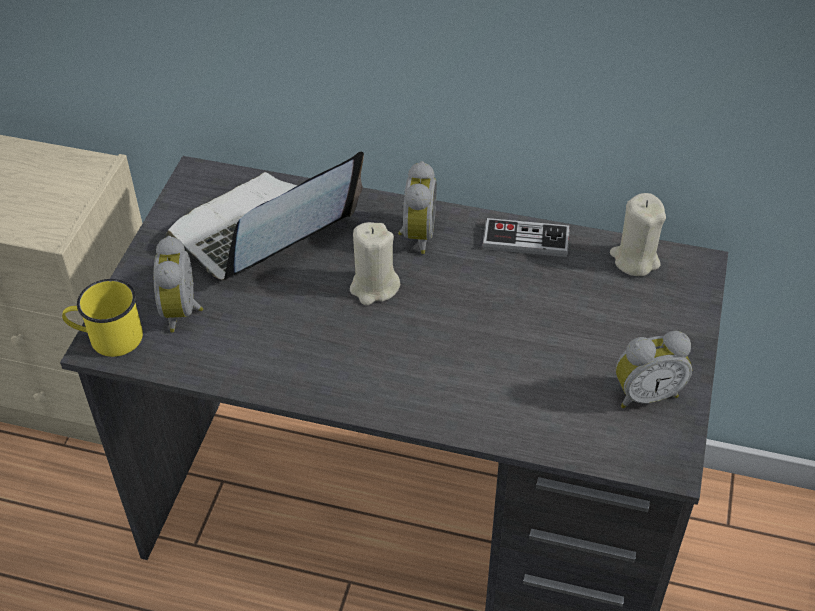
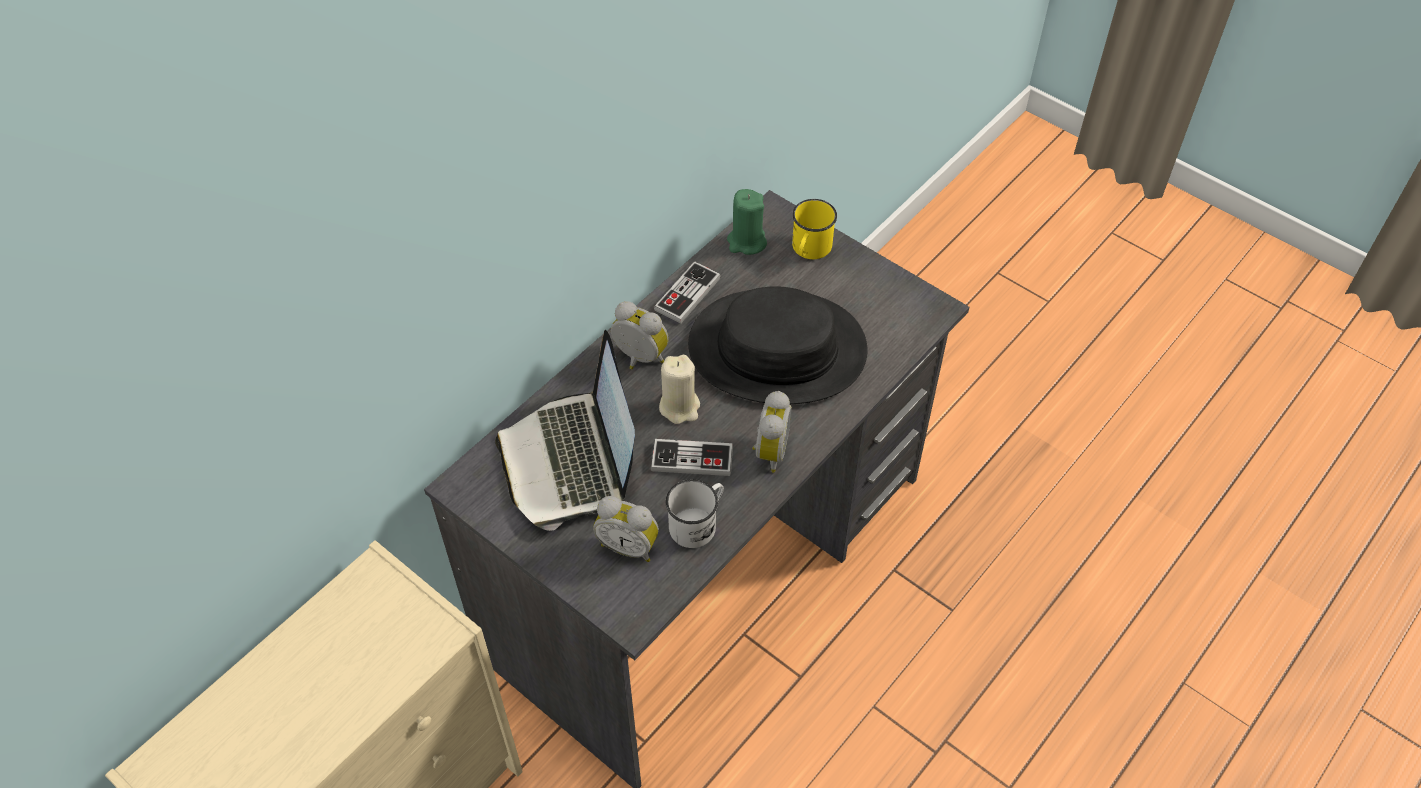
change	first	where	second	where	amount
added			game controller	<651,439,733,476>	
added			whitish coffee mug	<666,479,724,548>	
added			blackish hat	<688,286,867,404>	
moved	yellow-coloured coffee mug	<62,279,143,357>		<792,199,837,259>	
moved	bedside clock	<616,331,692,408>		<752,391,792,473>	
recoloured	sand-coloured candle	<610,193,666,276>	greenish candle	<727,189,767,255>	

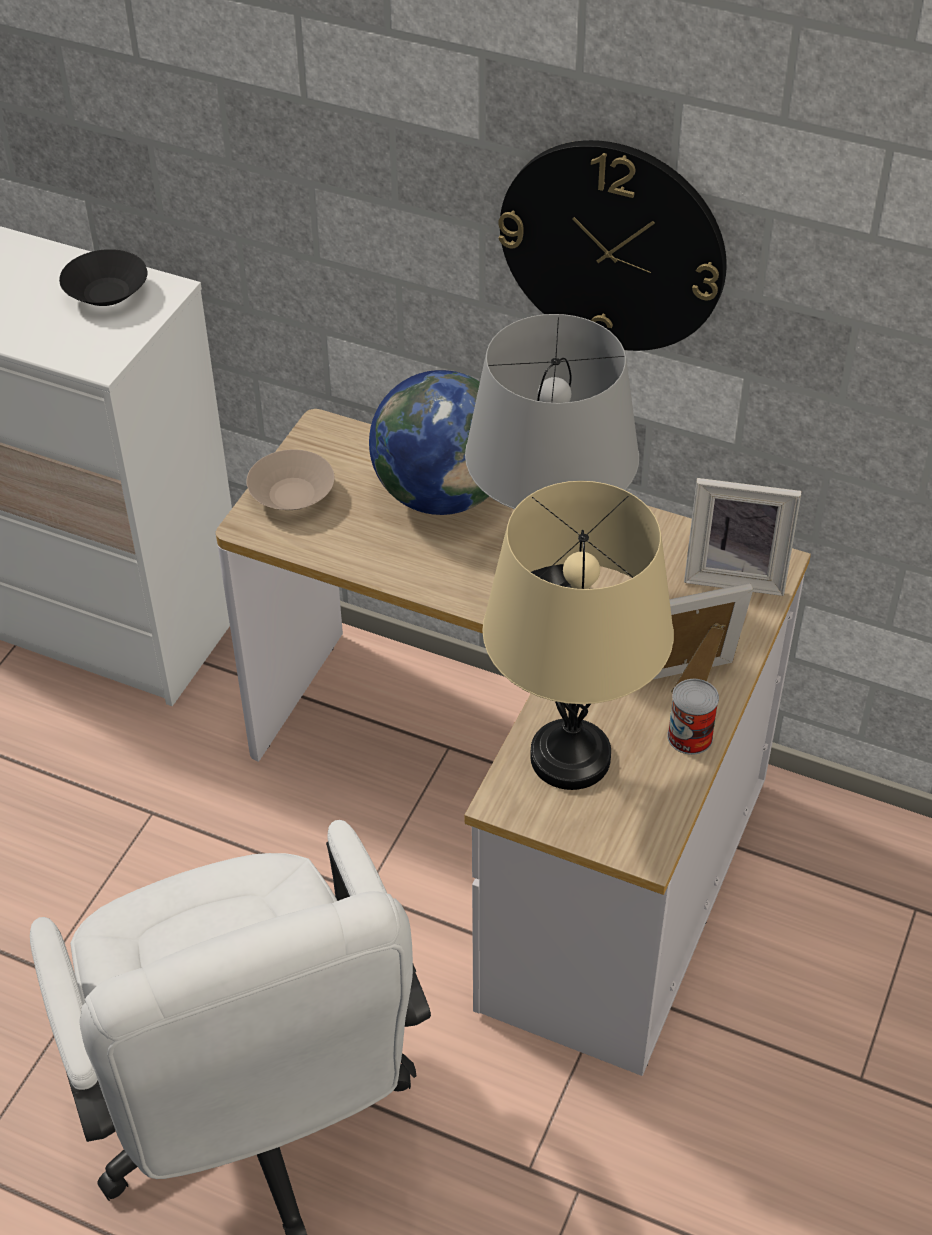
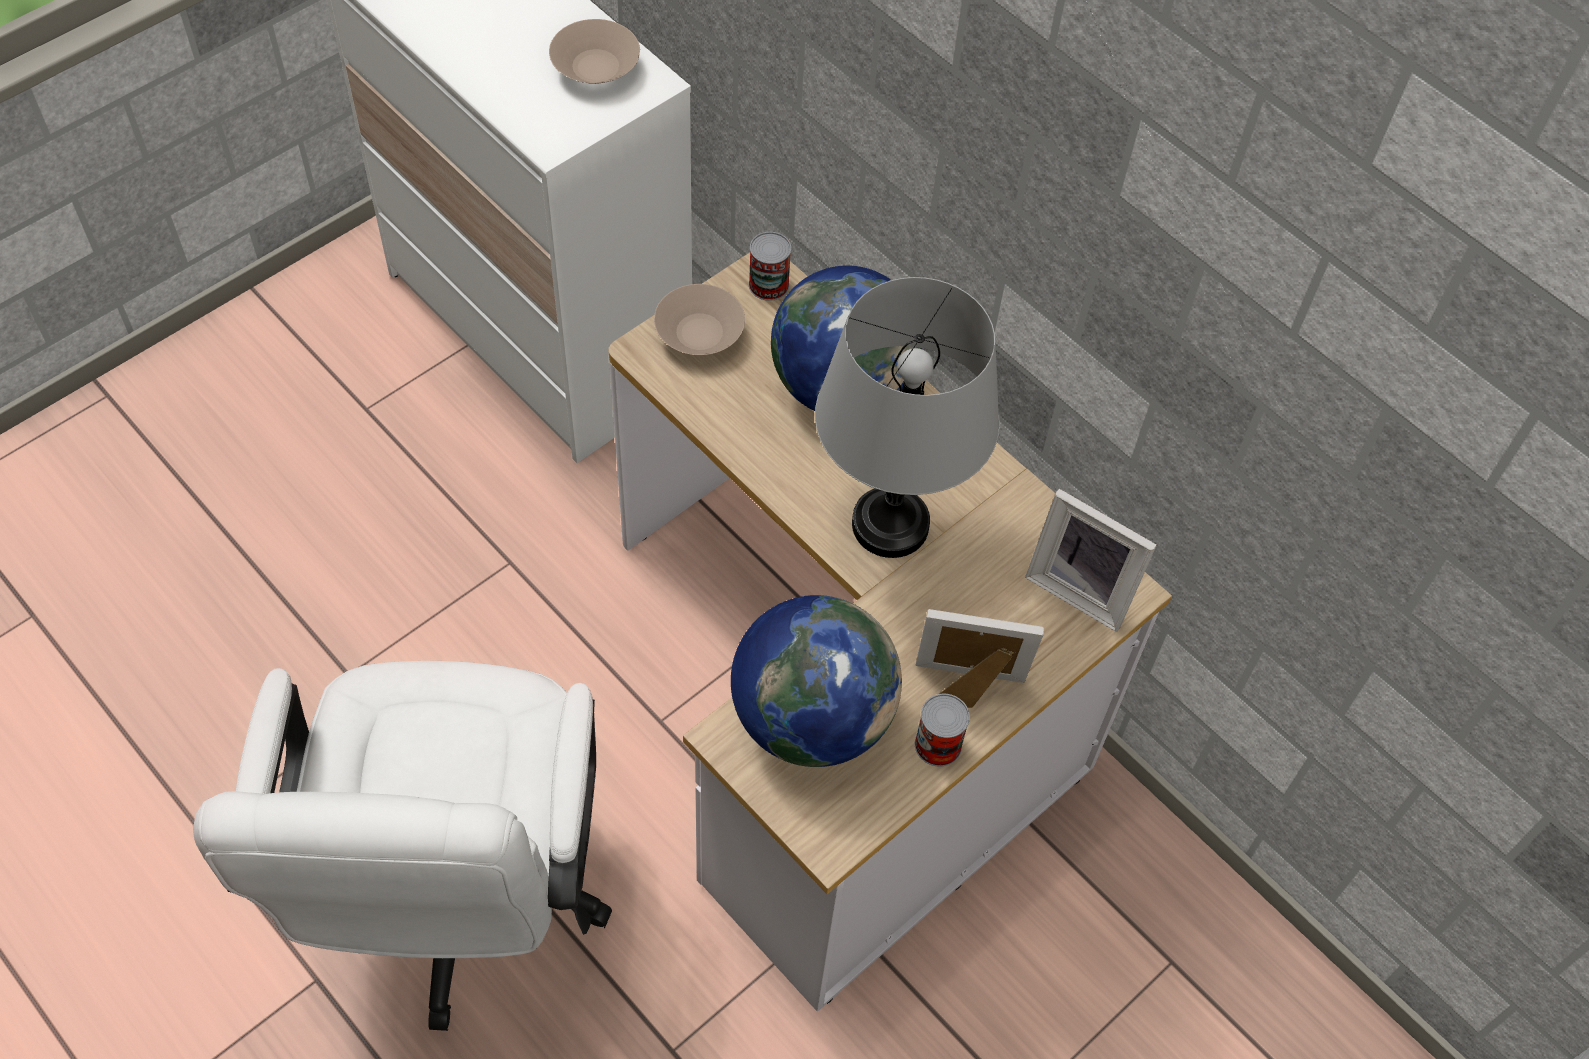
change	first	where	second	where	amount
removed	clock on the wall	<498,140,727,351>			
added			sealed can	<749,232,791,301>	
replaced	sand-coloured tabletop lamp	<482,481,674,790>	world globe	<731,595,902,767>	
recoloured	blackish deep dish	<59,249,148,306>	sand-coloured deep dish	<549,19,640,84>	

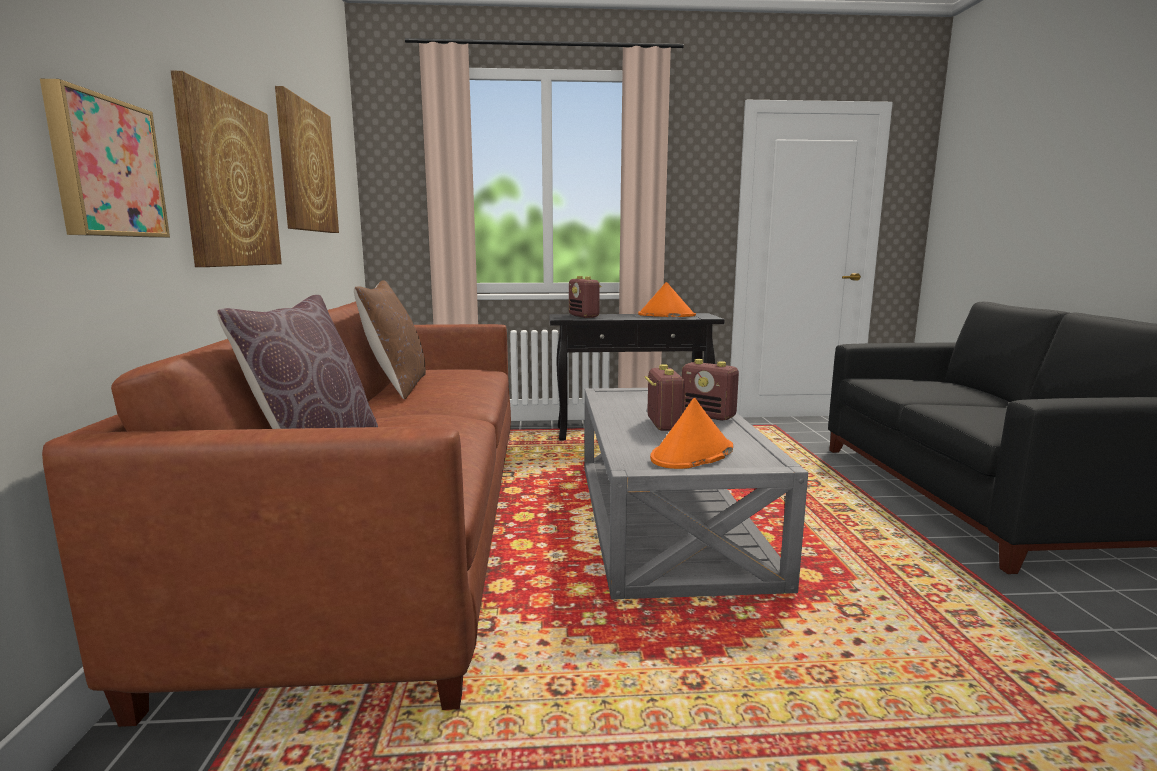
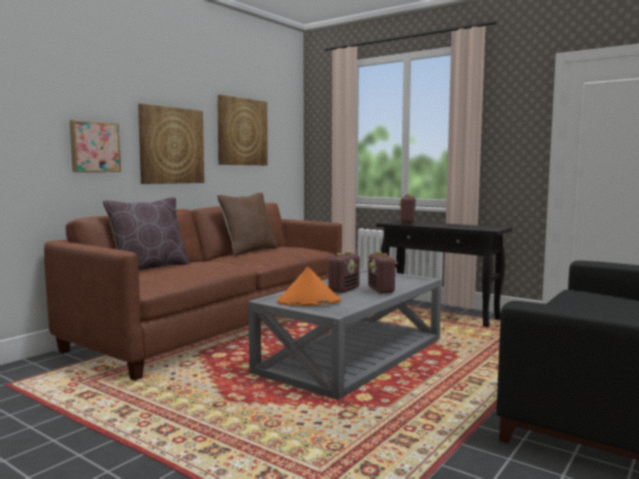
change	first	where	second	where	amount
removed	orange hat	<638,282,696,317>			

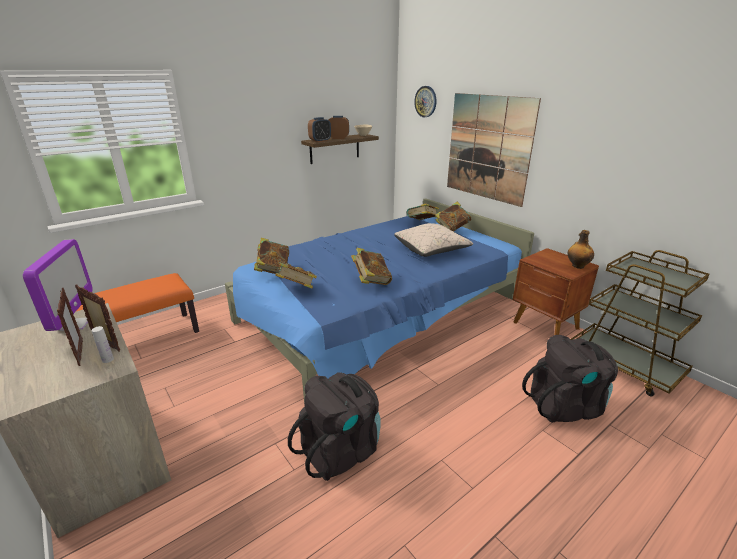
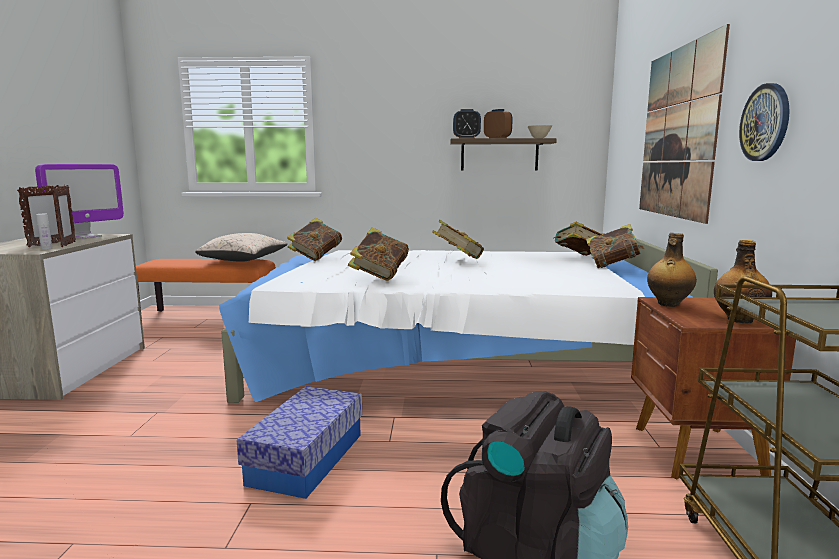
change	first	where	second	where	amount
removed	blackish knapsack	<288,373,381,481>			
added			storage box	<237,386,362,499>	
added			bottle	<647,233,697,307>	
moved	bound book	<275,263,317,289>		<432,220,484,259>	
moved	sand-coloured throw pillow	<394,223,473,257>		<195,233,288,262>	
moved	clock on the wall	<414,86,437,117>		<739,83,790,161>	
recoloured	bluish bedroom bed	<225,198,534,400>	whitish bedroom bed	<219,238,718,403>	

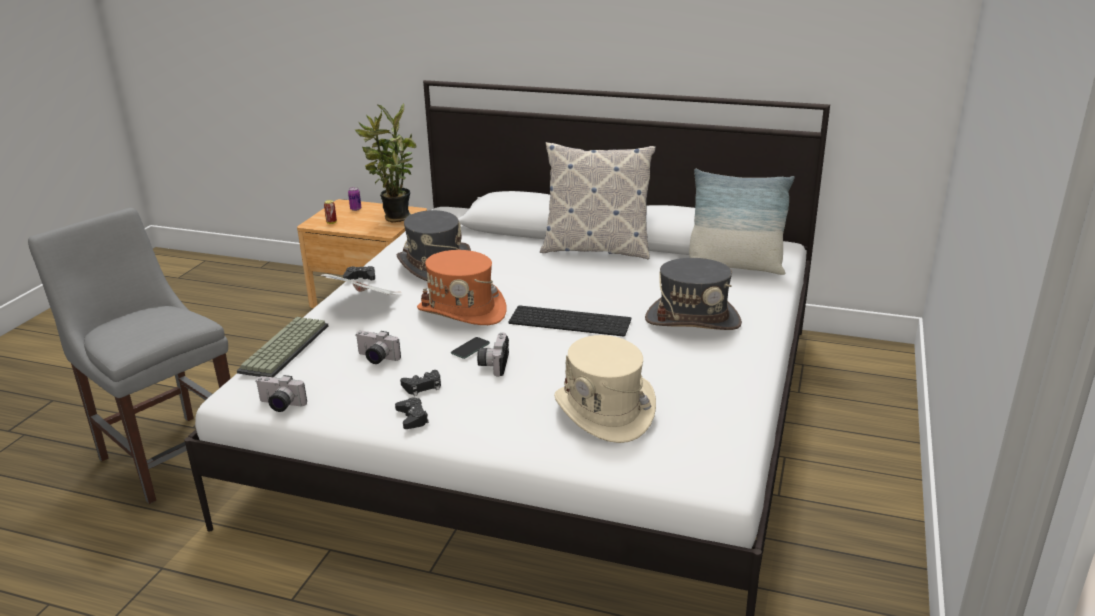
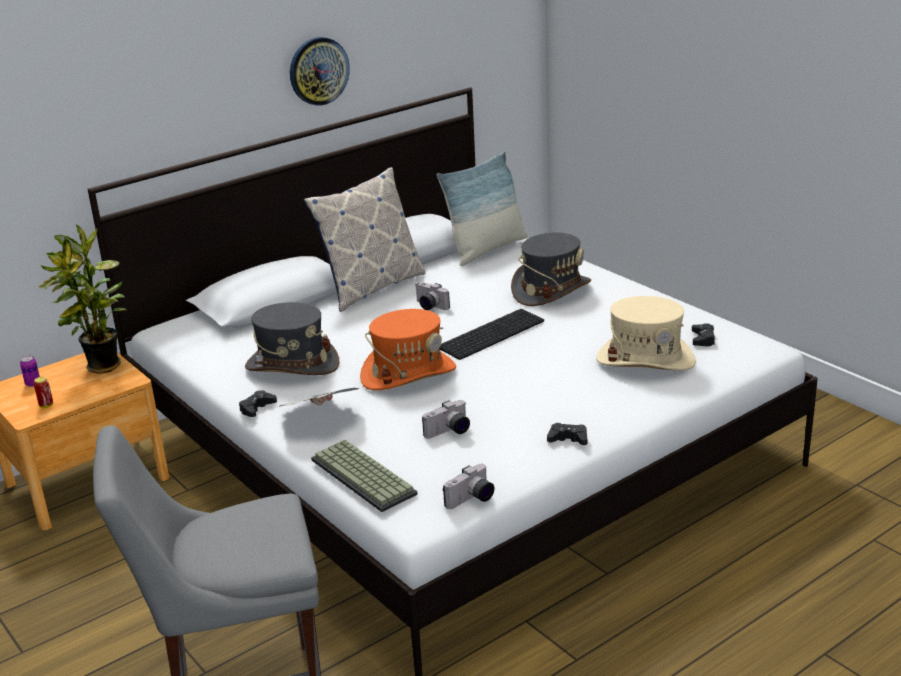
change	first	where	second	where	amount
removed	phone	<451,337,490,359>			
added			clock on the wall	<290,37,350,105>	
moved	blackish game controller	<400,370,441,396>		<692,323,715,346>	
moved	still camera	<477,333,509,376>		<416,281,450,310>	

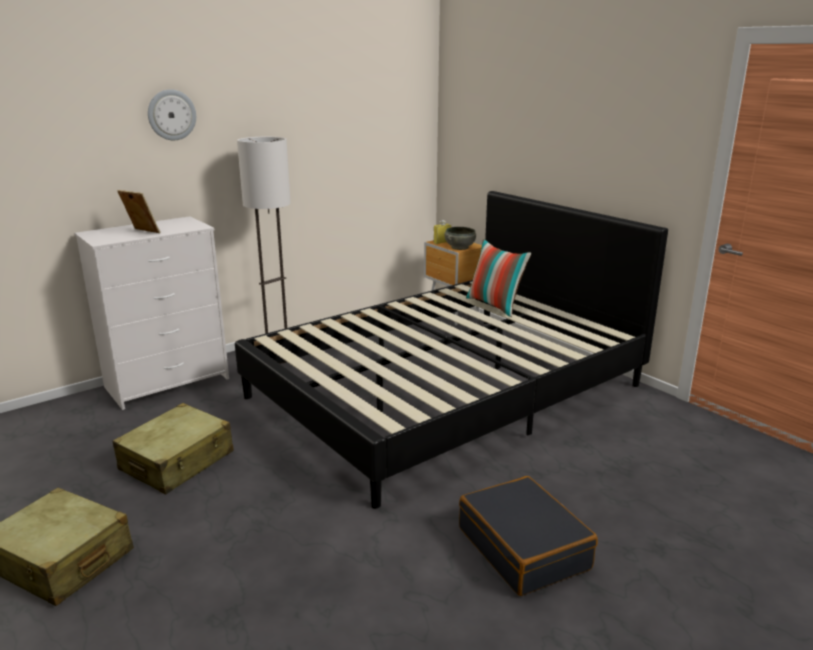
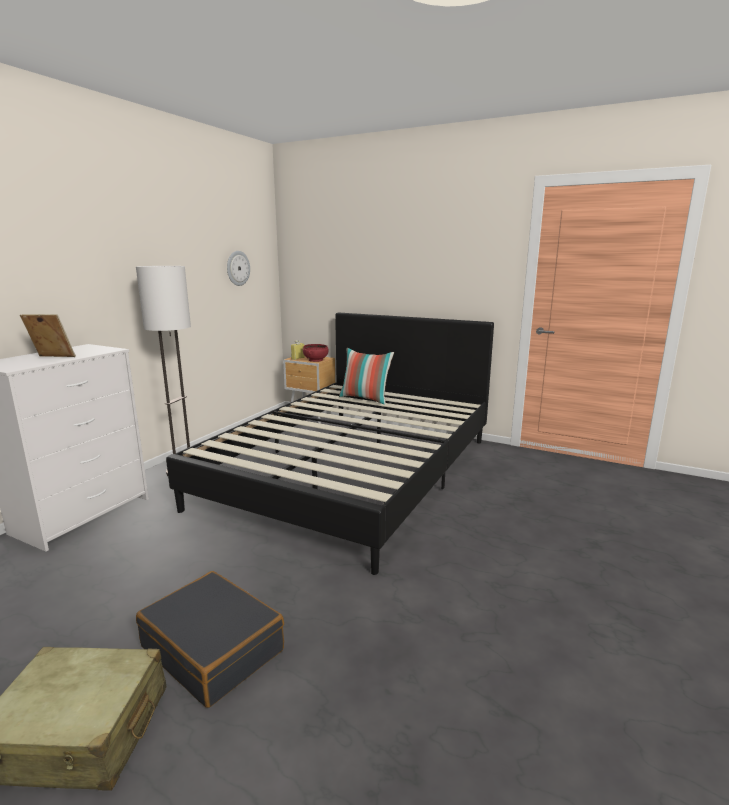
change	first	where	second	where	amount
removed	sand-coloured travel case	<112,403,234,494>			
moved	clock on the wall	<148,89,196,140>		<227,251,250,286>	
moved	blackish travel case	<459,476,598,596>		<136,571,284,708>	
recoloured	gray deep dish	<444,227,476,250>	red-coloured deep dish	<303,344,329,362>	

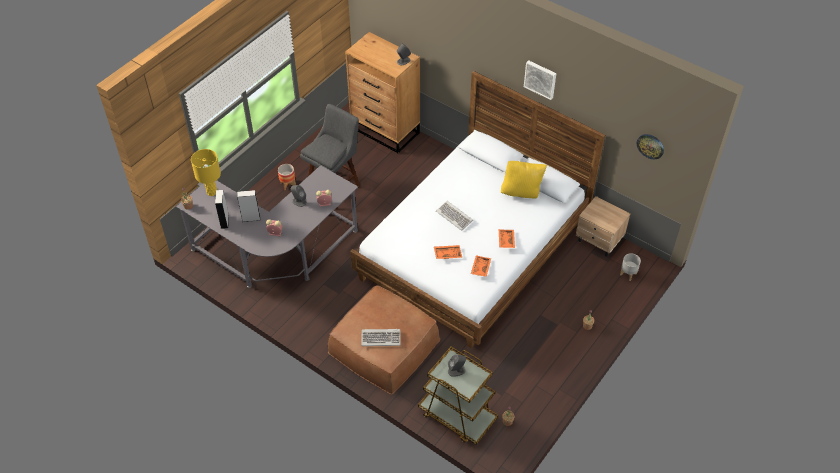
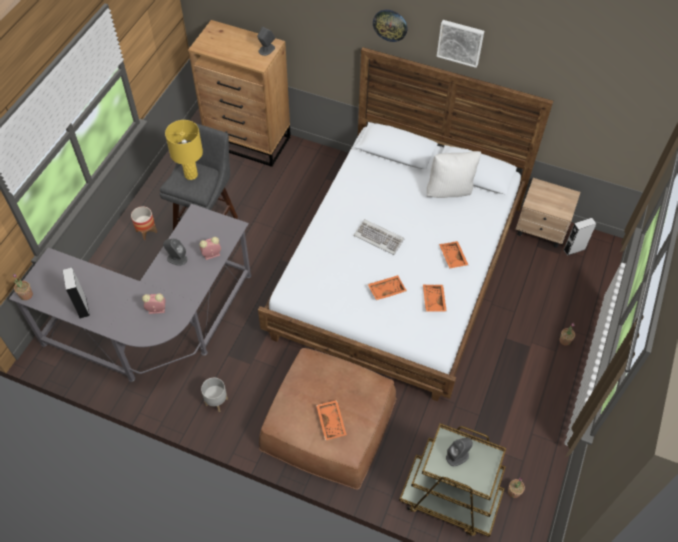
change	first	where	second	where	amount
moved	yellow-coloured tabletop lamp	<191,149,221,196>		<165,120,203,180>	
moved	gray audio speaker	<237,190,260,222>		<563,218,597,256>	
moved	gray plant pot	<620,253,641,281>		<201,378,228,412>	
moved	clock on the wall	<637,134,664,159>		<373,10,407,42>	
replaced	PC keyboard	<361,329,401,346>	orange tray	<316,400,347,440>	
recoloured	yellow-coloured throw pillow	<501,161,547,198>	whitish throw pillow	<427,151,481,198>	

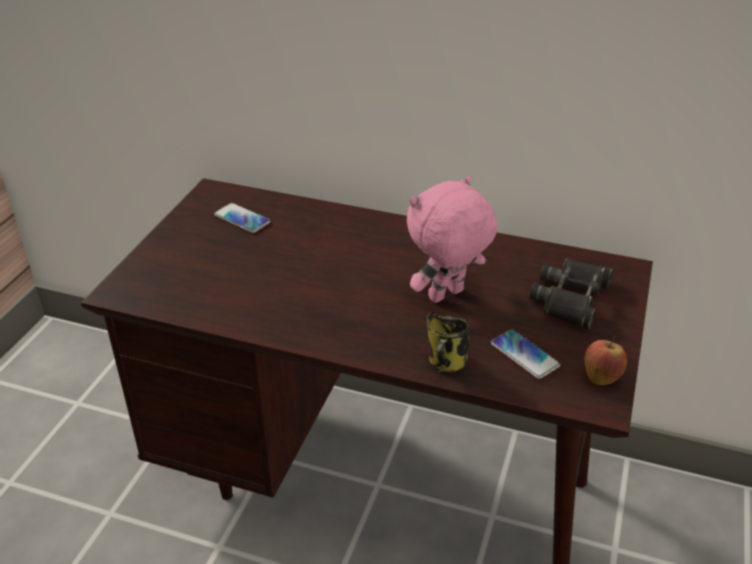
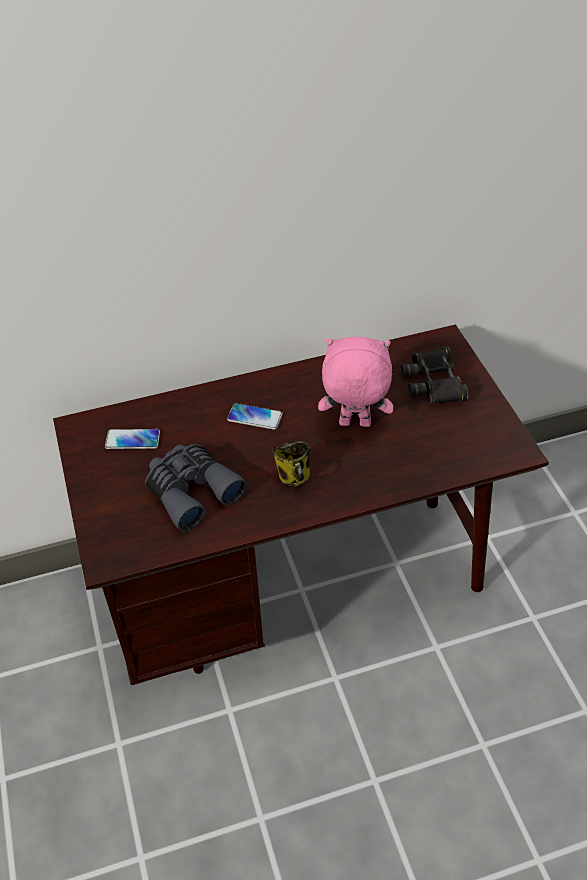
change	first	where	second	where	amount
removed	whole apple	<585,336,627,385>			
added			gray pair of binoculars	<145,444,247,532>	
moved	coffee mug	<427,312,469,373>		<273,441,310,486>	
moved	phone	<491,329,560,379>		<227,403,283,430>	
turned	pink cuddly toy	<407,176,498,303>		<318,337,393,427>	75 degrees clockwise

